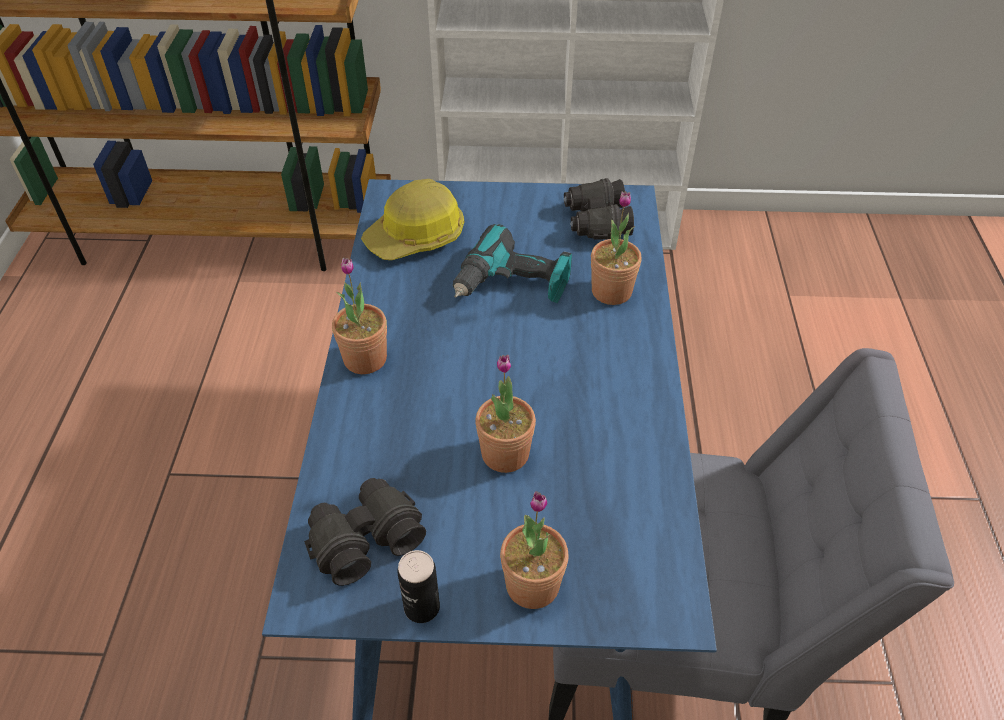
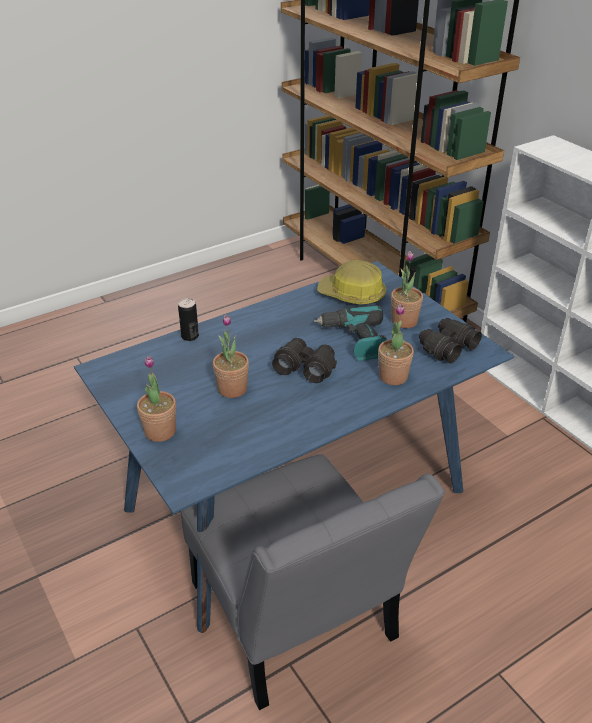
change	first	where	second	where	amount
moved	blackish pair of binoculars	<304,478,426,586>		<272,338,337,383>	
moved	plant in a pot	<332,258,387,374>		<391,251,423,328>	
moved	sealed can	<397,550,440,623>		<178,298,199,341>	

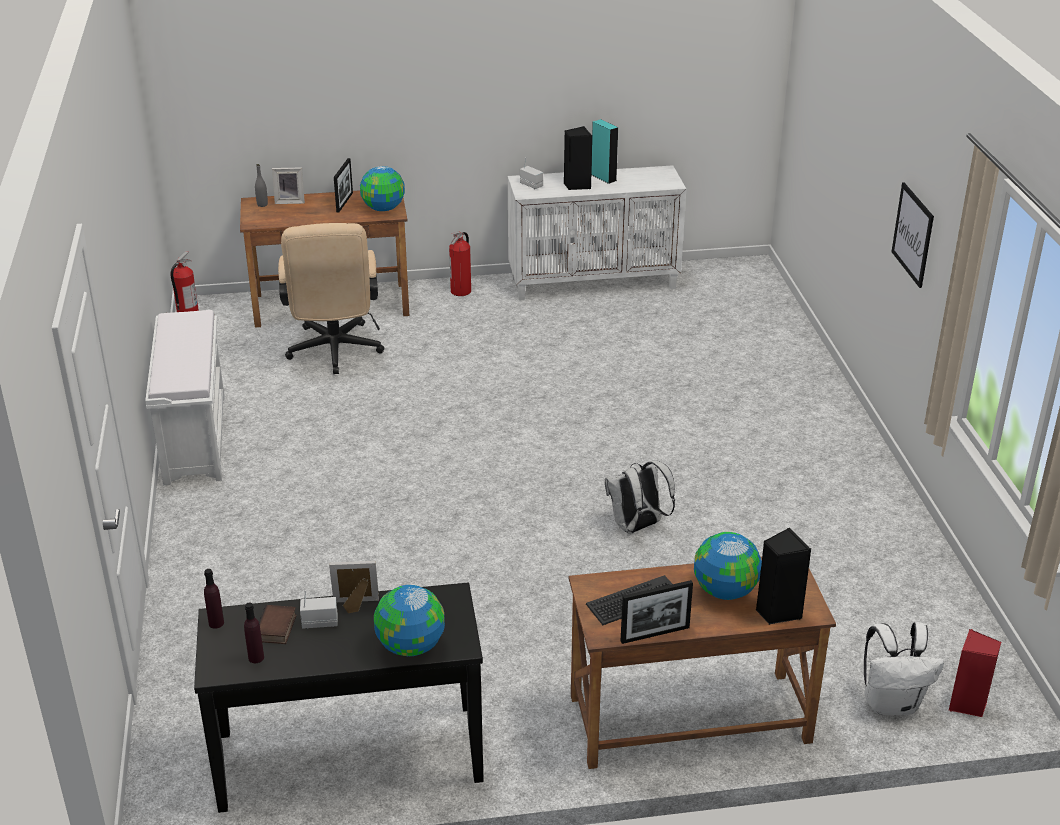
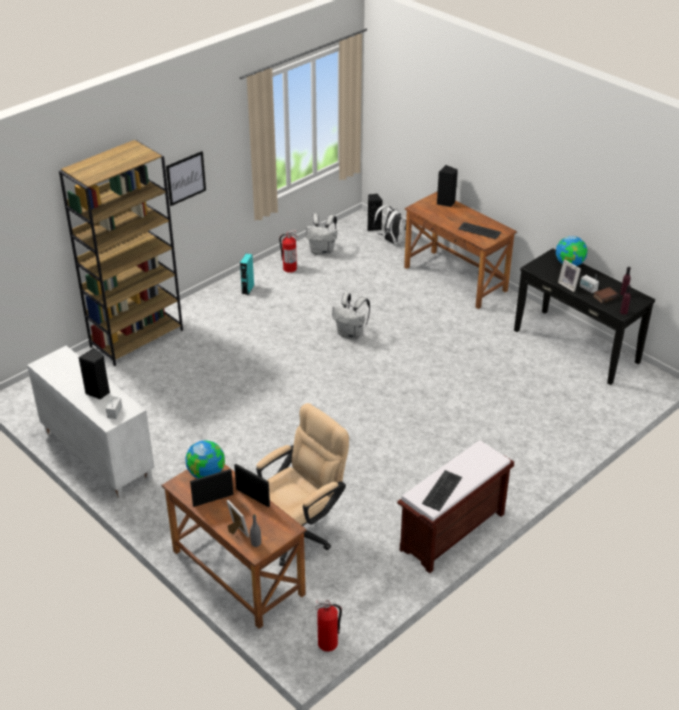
change	first	where	second	where	amount
removed	world globe	<694,532,762,600>			
added			brownish bookcase	<59,140,183,366>	
added			whitish knapsack	<306,213,337,255>	
added			PC keyboard	<422,470,462,511>	
moved	extinguisher	<449,232,471,296>		<279,230,298,273>	
moved	turquoise audio speaker	<591,119,618,184>		<240,253,254,295>	
moved	picture frame	<621,580,693,644>		<234,464,270,507>	
recoloured	whitish long seat	<145,310,225,485>	brownish long seat	<397,440,514,573>	
recoloured	red-coloured audio speaker	<949,629,1001,717>	blackish audio speaker	<368,194,382,231>	

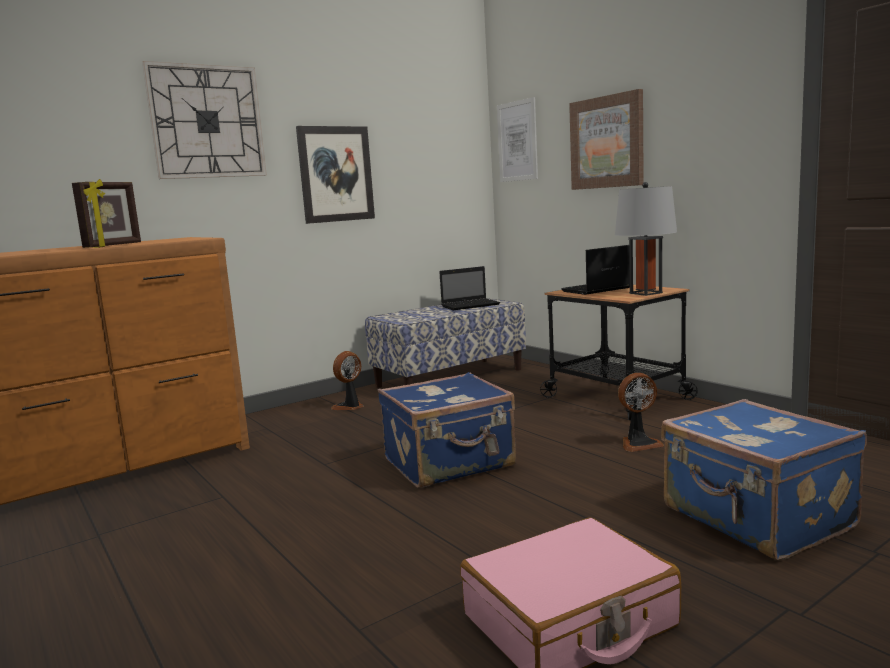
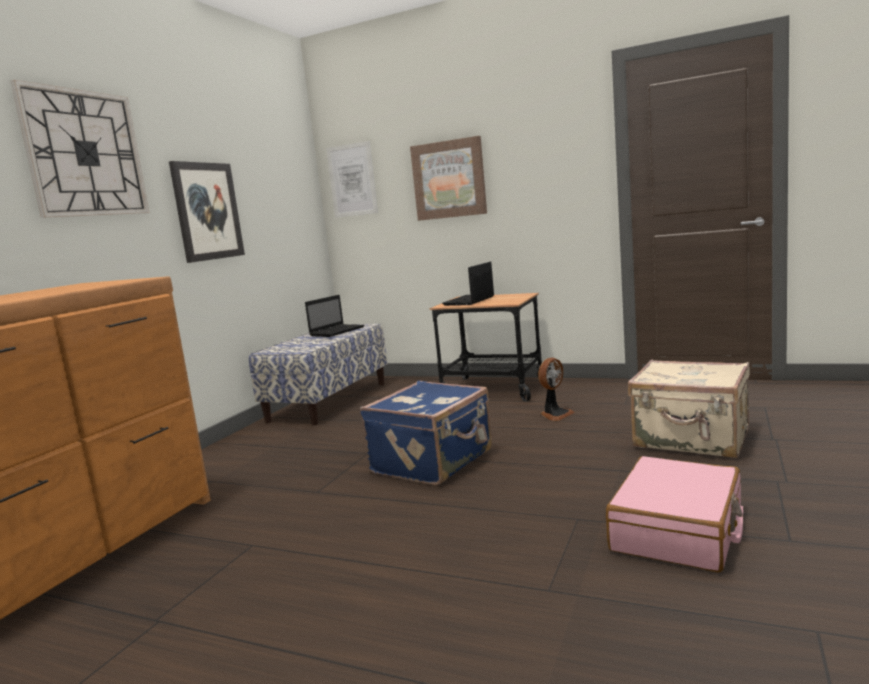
change	first	where	second	where	amount
removed	picture frame	<72,179,141,248>			
removed	electric fan	<331,351,363,410>			
removed	gray tabletop lamp	<615,182,677,296>			
recoloured	bluish travel case	<661,399,867,561>	sand-coloured travel case	<628,360,750,458>	

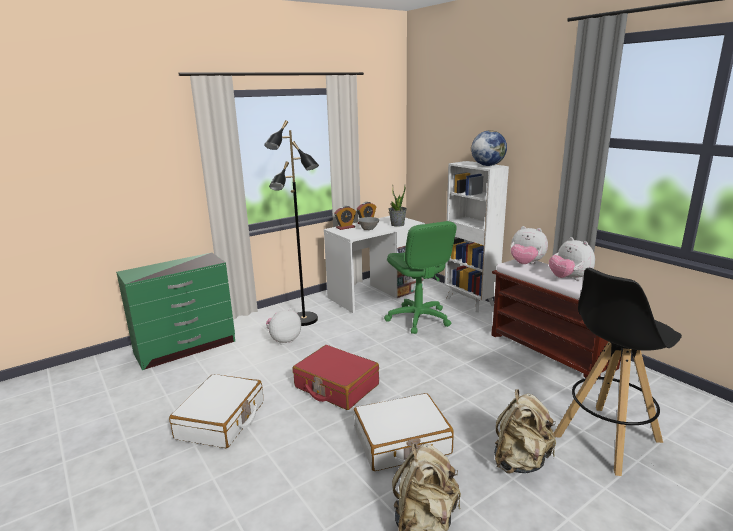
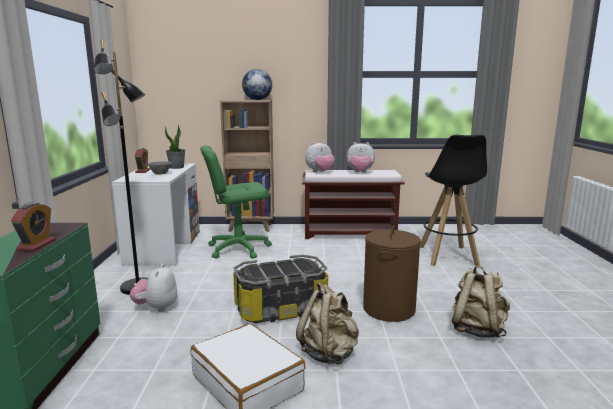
change	first	where	second	where	amount
moved	bedside clock	<334,206,356,230>		<11,202,56,251>	
moved	sand-coloured knapsack	<494,389,556,474>		<296,282,359,364>	
replaced	red-coloured travel case	<292,345,379,410>	storage box	<233,254,328,323>	
replaced	whitish travel case	<354,393,454,471>	brownish hamper	<363,225,421,322>	
recoloured	whitish bookcase	<445,161,509,313>	brownish bookcase	<220,100,274,232>	
turned	greenish computer chair	<384,221,457,334>		<200,146,272,259>	150 degrees clockwise

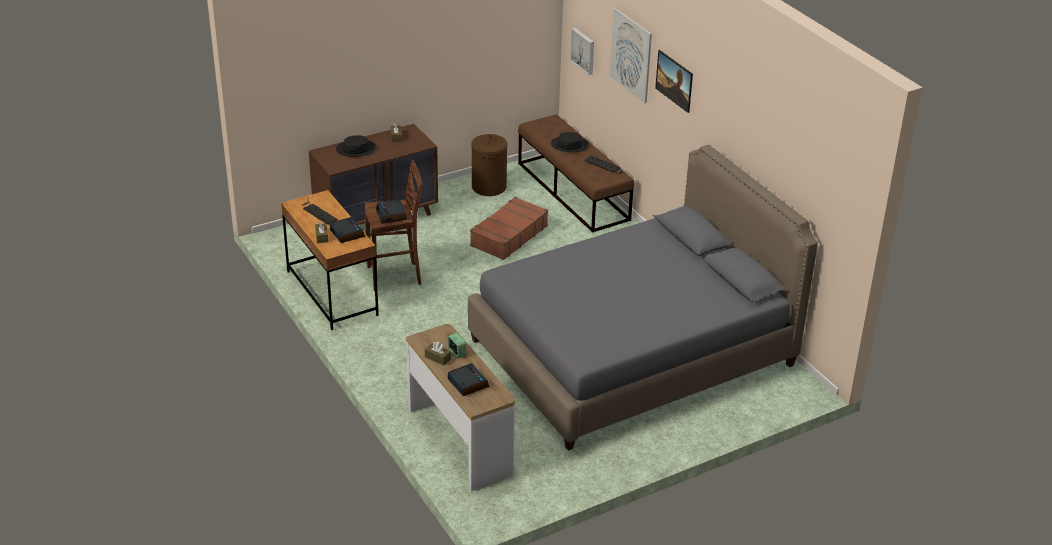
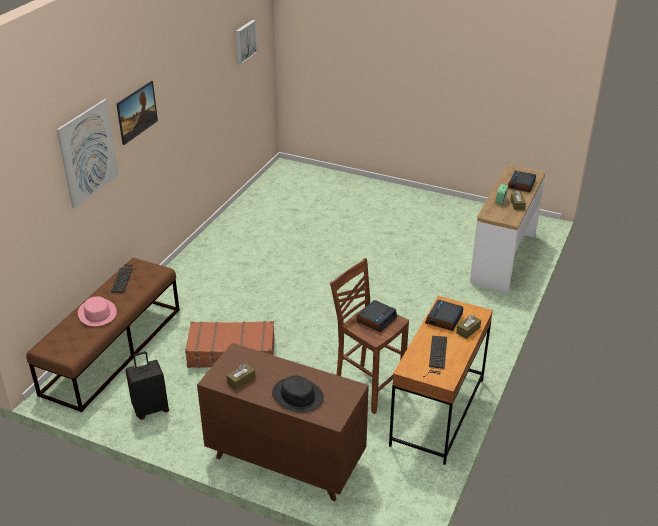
change	first	where	second	where	amount
removed	gray bedroom bed	<468,145,818,451>			
moved	picture	<570,28,594,75>		<236,20,258,64>	
replaced	brownish hamper	<471,134,507,196>	blackish travel case	<126,351,169,420>	
recoloured	blackish hat	<551,132,589,152>	pink hat	<78,296,117,326>	

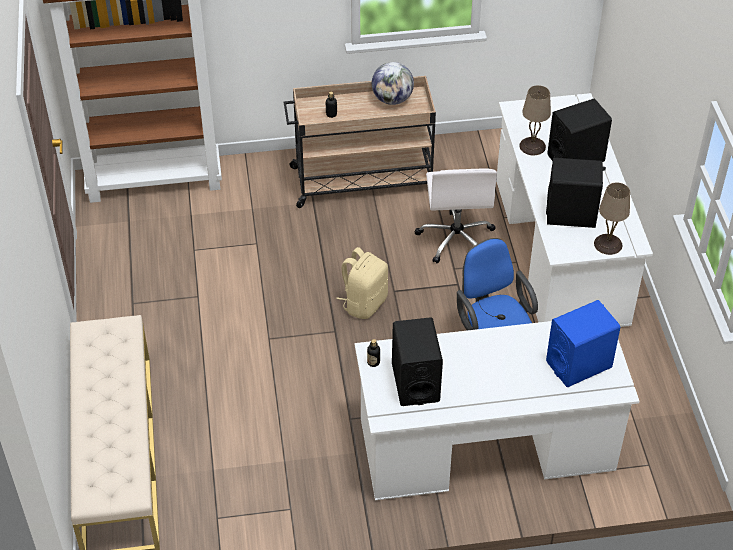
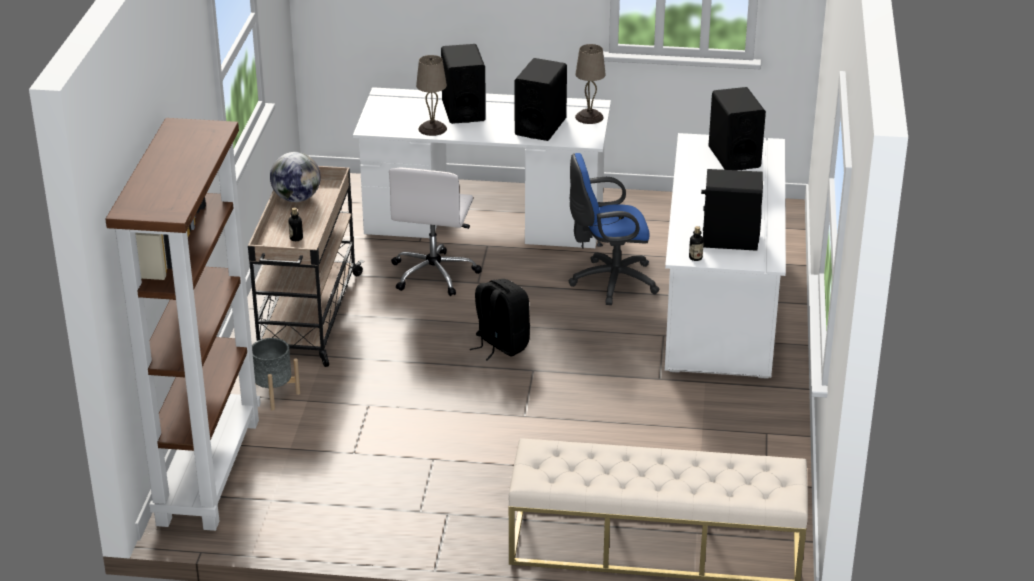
change	first	where	second	where	amount
added			gray plant pot	<252,338,300,411>	
recoloured	sand-coloured knapsack	<336,247,388,319>	blackish knapsack	<470,279,530,361>	
recoloured	bluish audio speaker	<546,300,620,387>	blackish audio speaker	<708,87,766,170>	
turned	whitish computer chair	<415,168,497,263>		<389,167,482,296>	90 degrees clockwise

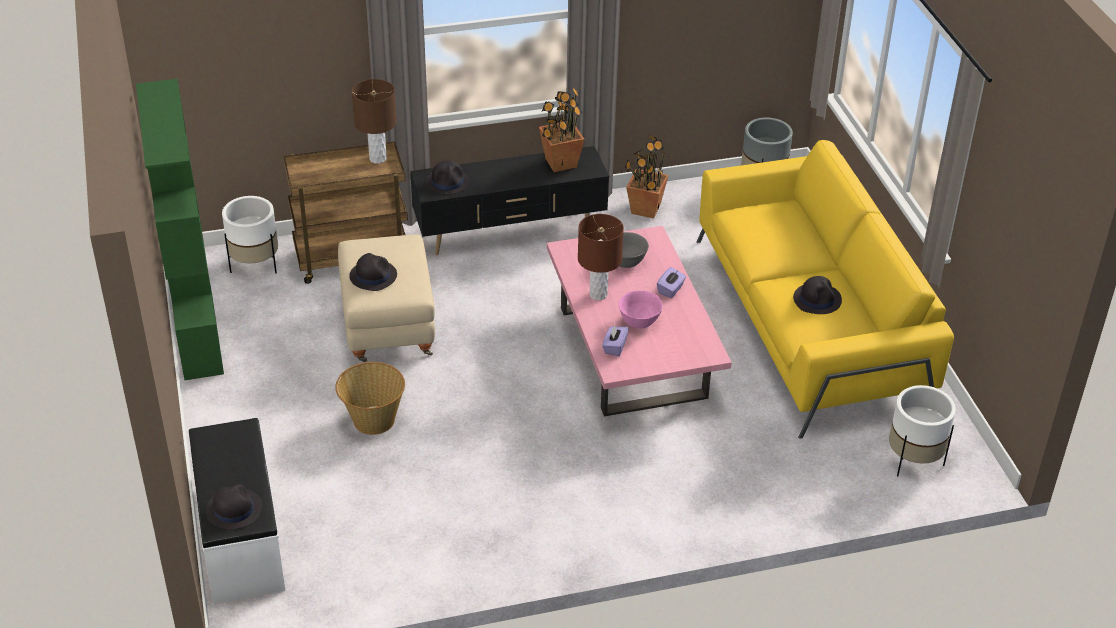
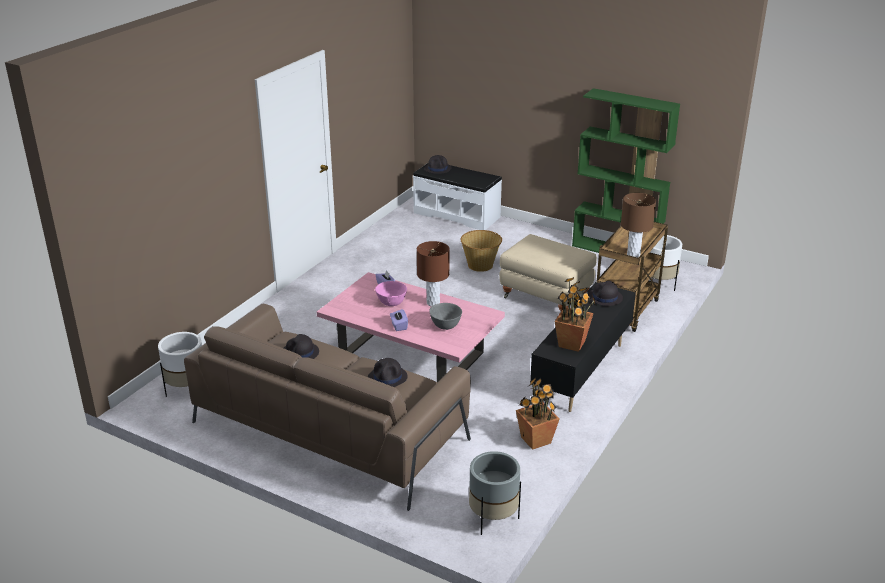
change	first	where	second	where	amount
moved	blackish hat	<349,253,397,291>		<368,358,408,387>	
recoloured	yellow-coloured sofa	<697,140,954,439>	brownish sofa	<184,304,471,511>	

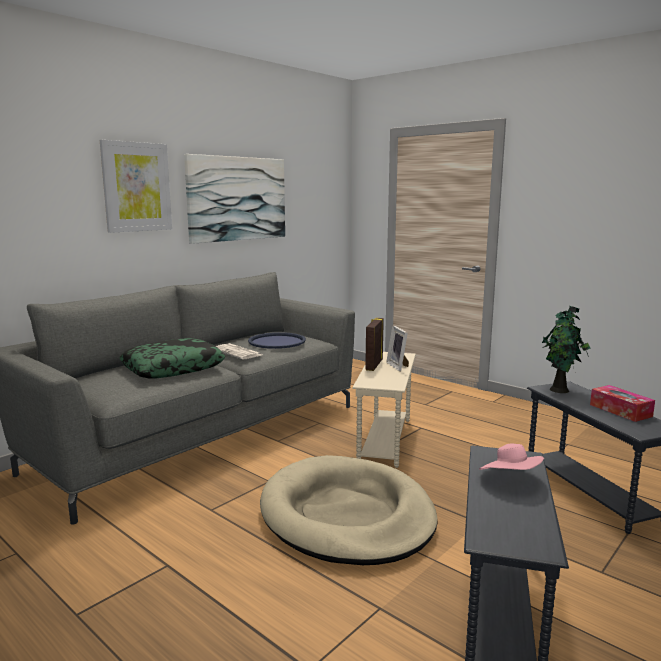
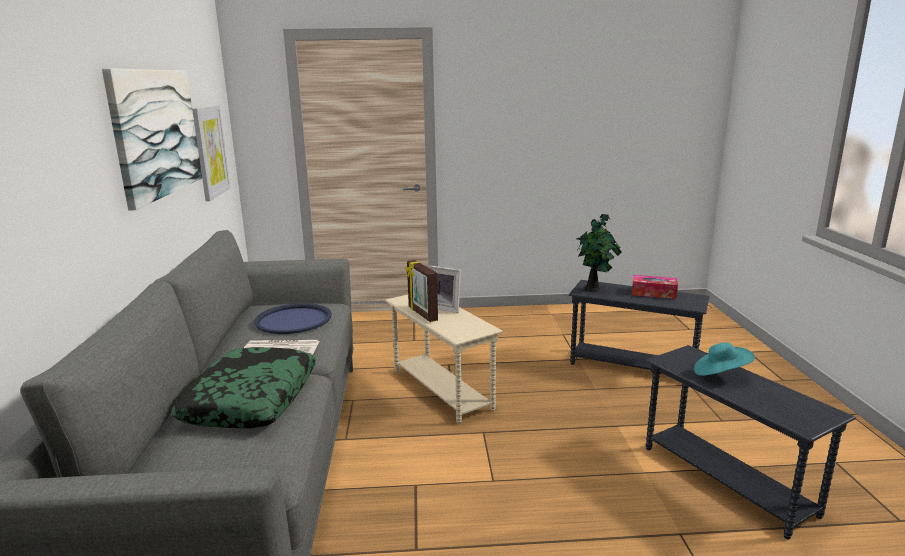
change	first	where	second	where	amount
removed	sand-coloured dog bed	<260,455,438,565>			
moved	picture	<100,140,172,233>		<192,105,231,201>	
recoloured	pink hat	<479,444,544,470>	turquoise hat	<694,342,755,376>	

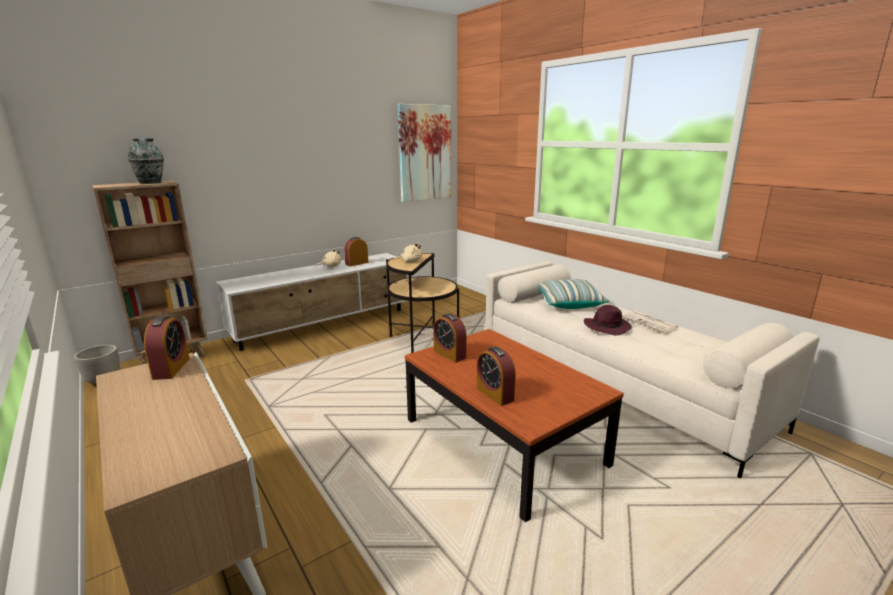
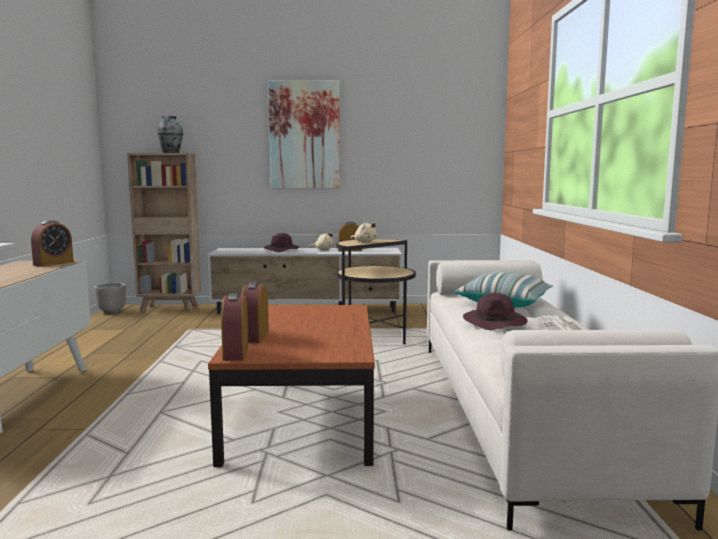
change	first	where	second	where	amount
added			purple hat	<264,233,300,252>	
moved	picture	<398,104,451,202>		<268,80,340,189>	
moved	bedside clock	<433,313,467,362>		<221,293,249,361>	

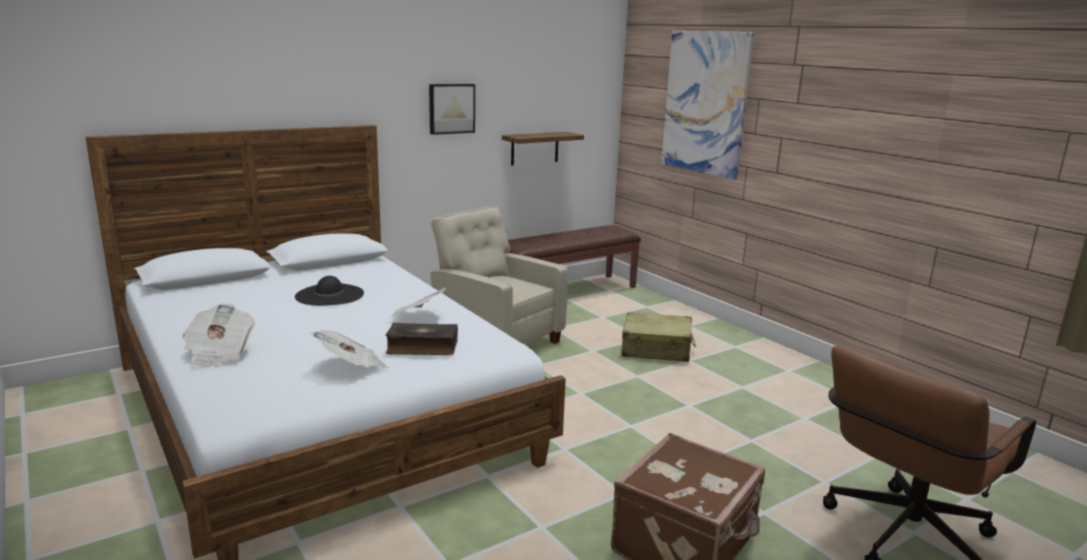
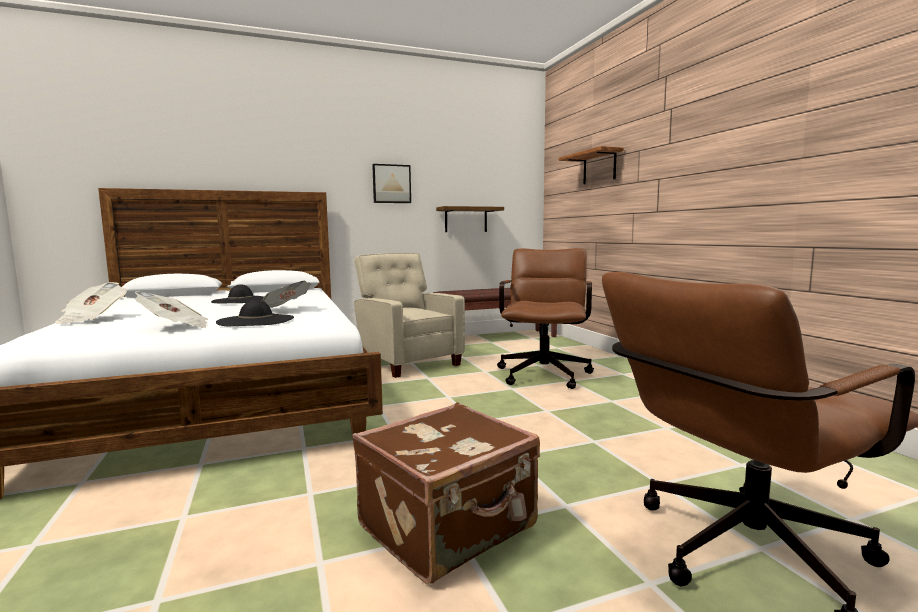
change	first	where	second	where	amount
replaced	bound book	<386,323,458,355>	blackish hat	<216,300,294,326>	
replaced	sand-coloured travel case	<622,312,696,362>	brownish computer chair	<497,248,594,389>	
replaced	picture	<661,31,754,180>	wall shelf	<559,146,624,184>	

